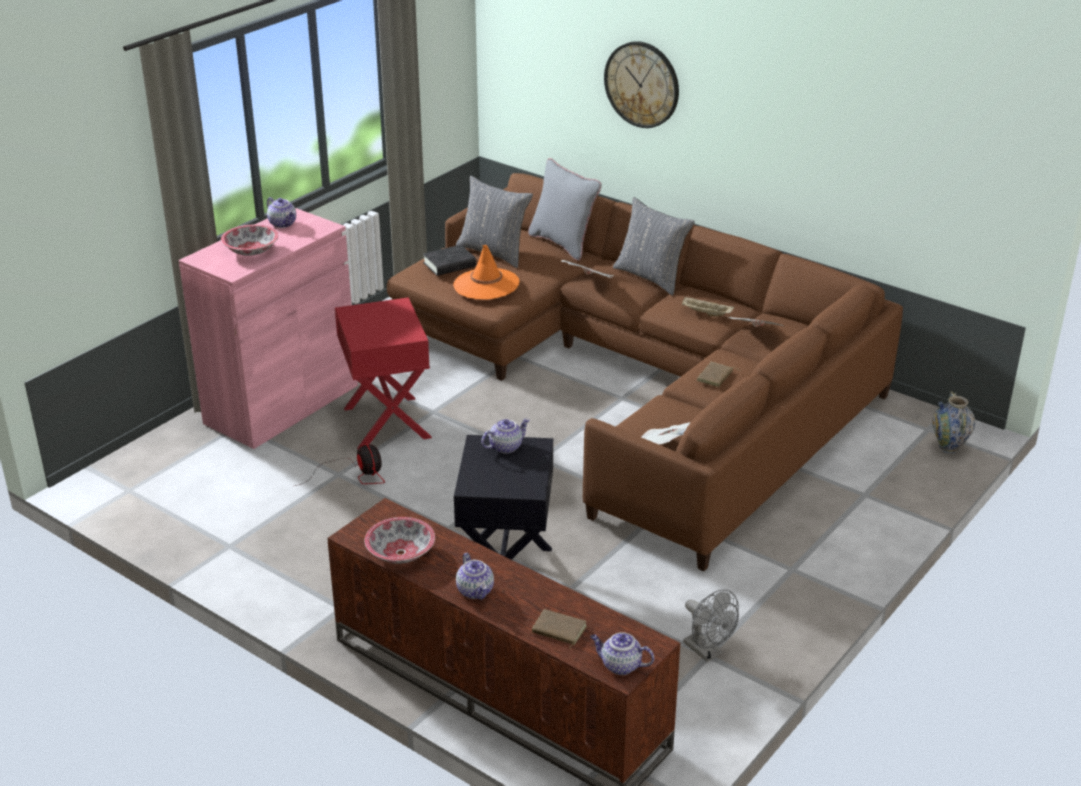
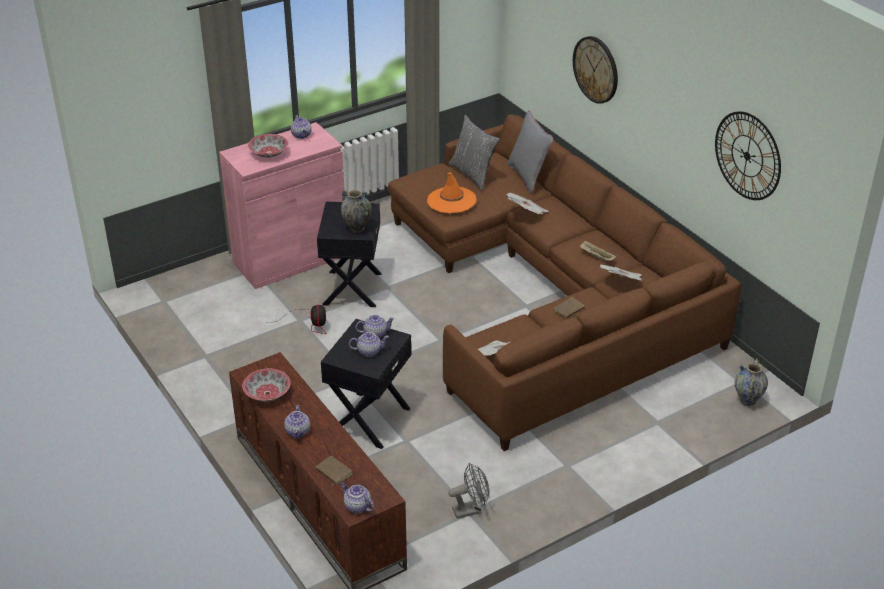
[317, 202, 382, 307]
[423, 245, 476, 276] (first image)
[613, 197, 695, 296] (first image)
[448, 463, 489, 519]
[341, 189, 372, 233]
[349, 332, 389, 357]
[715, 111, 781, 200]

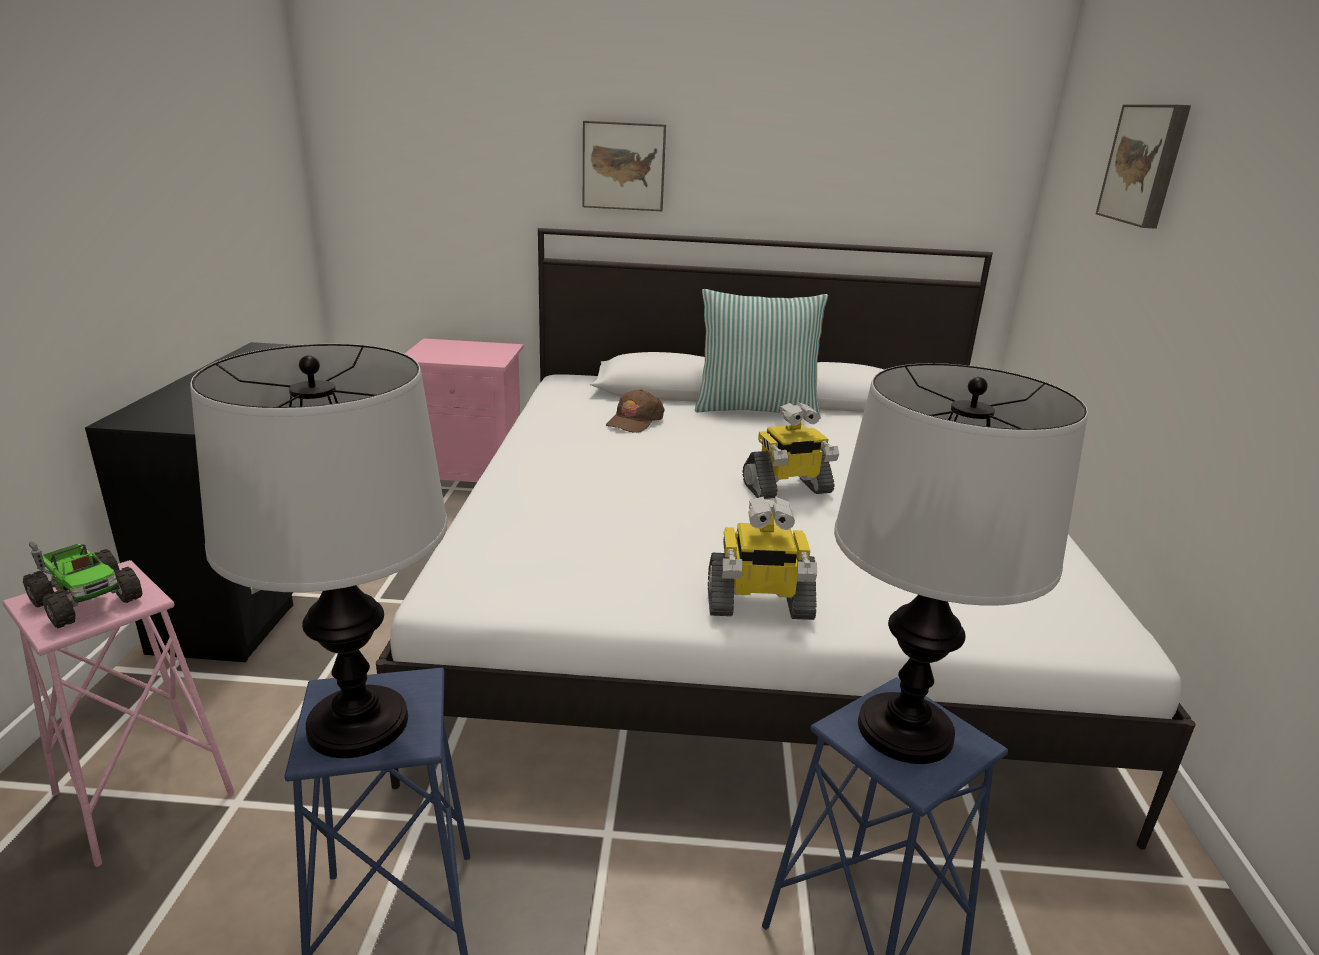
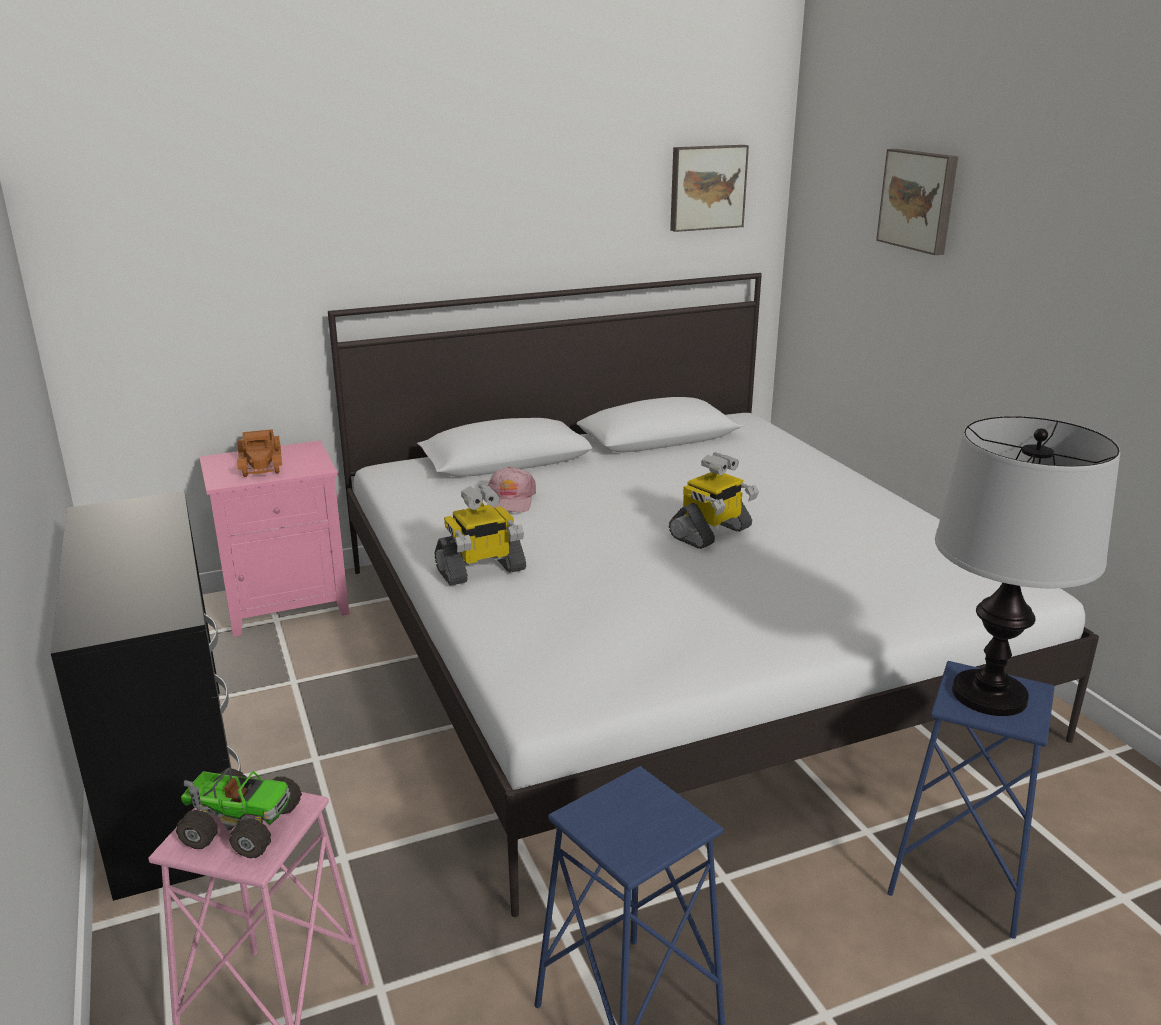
[190, 344, 447, 758] (first image)
[670, 145, 749, 232]
[487, 466, 536, 513]
[695, 289, 828, 418] (first image)
[435, 484, 526, 586]
[237, 429, 282, 477]

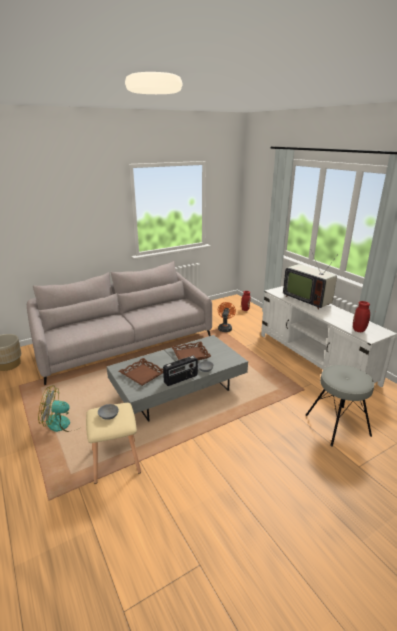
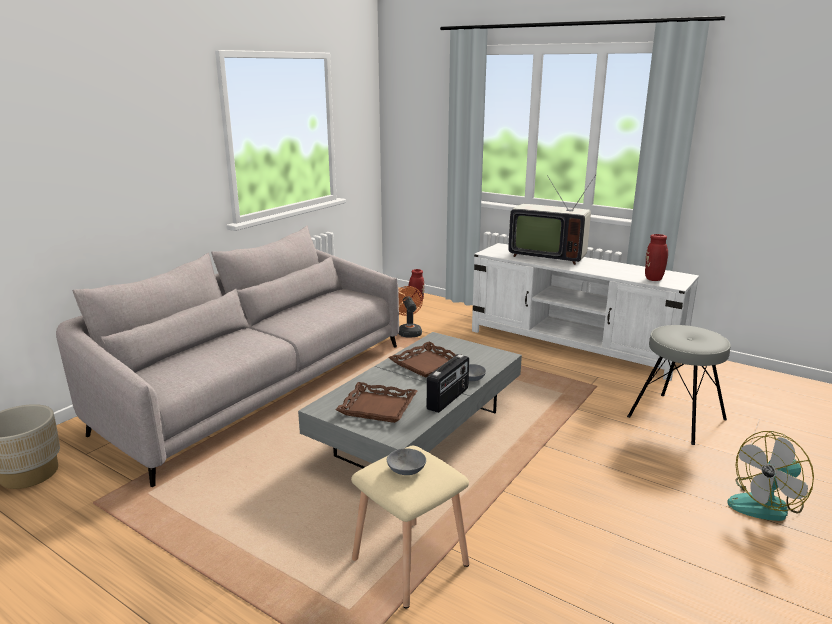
[727, 431, 814, 521]

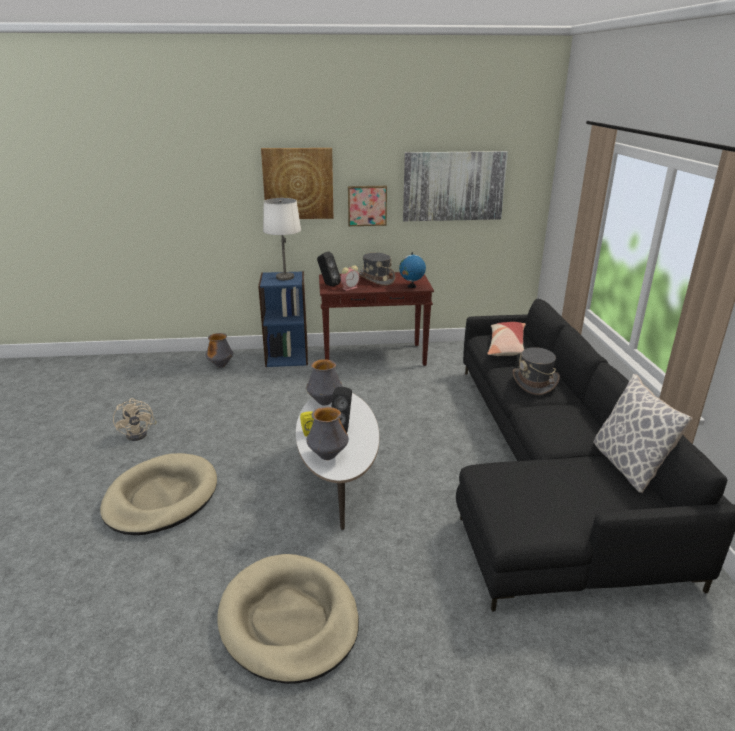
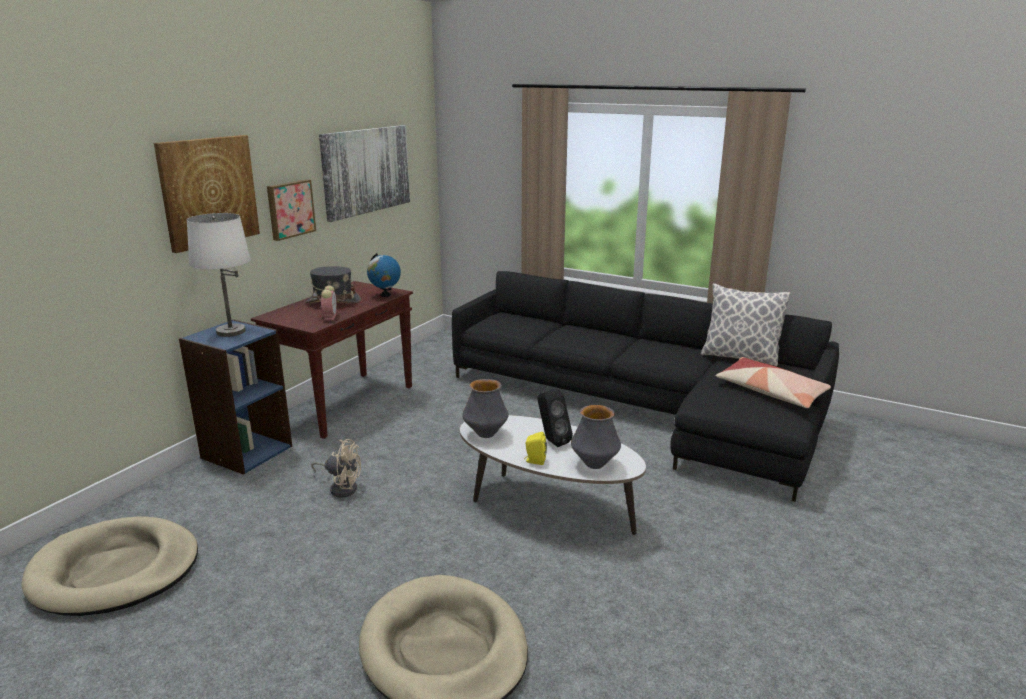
[312, 439, 361, 498]
[206, 333, 233, 368] (first image)
[21, 516, 198, 616]
[317, 252, 341, 286] (first image)
[716, 357, 831, 408]
[513, 347, 560, 395] (first image)

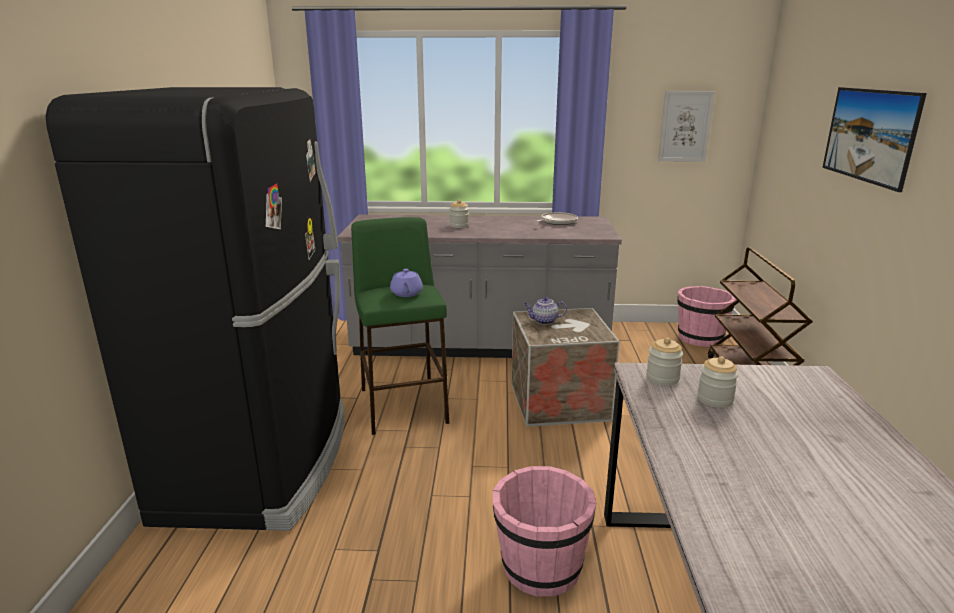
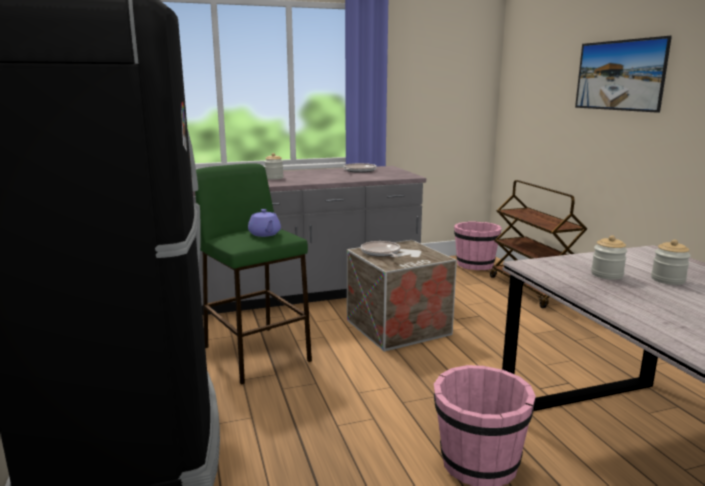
[361, 241, 400, 257]
[651, 240, 691, 285]
[658, 91, 715, 162] (first image)

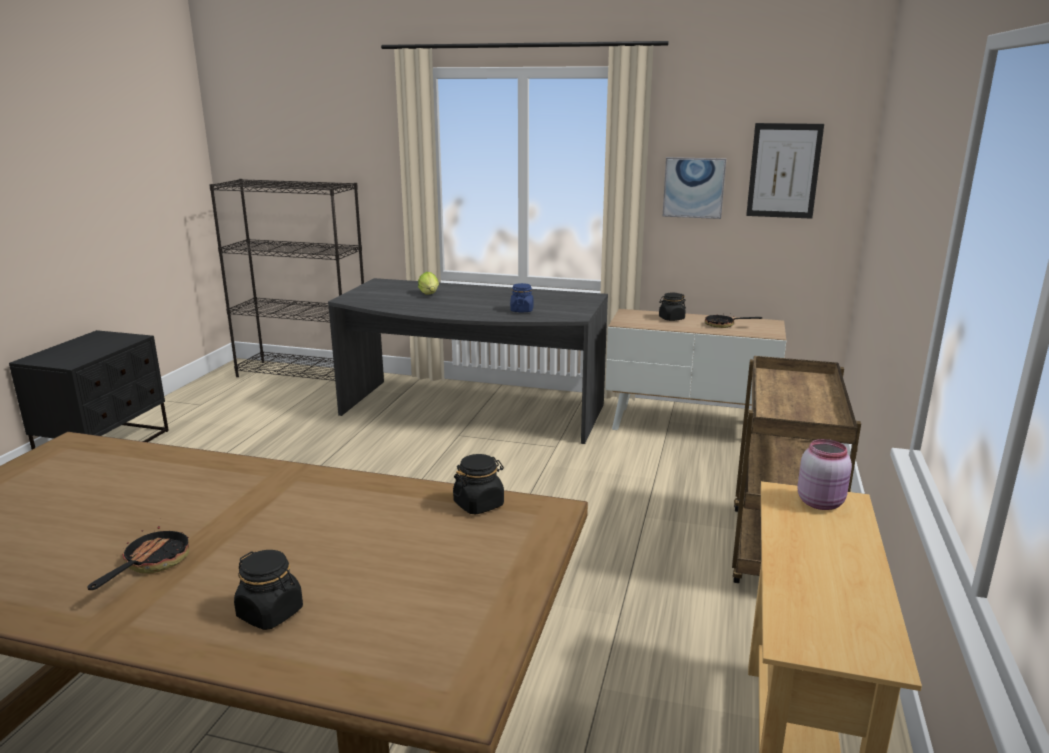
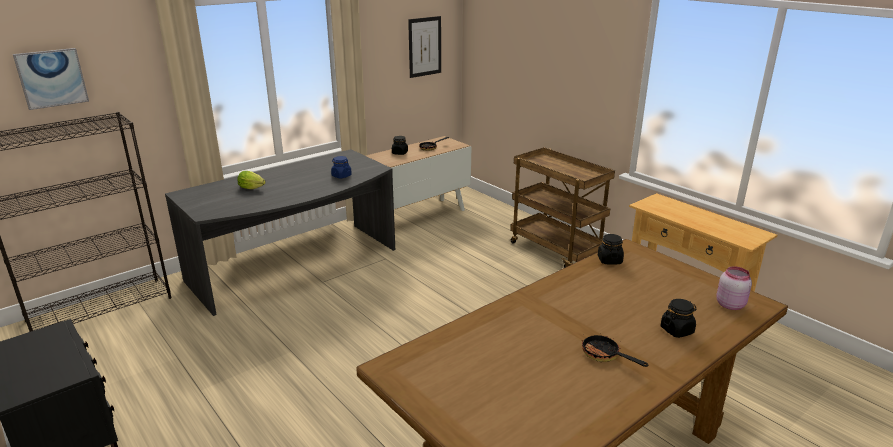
[13, 48, 89, 110]
[716, 266, 752, 310]

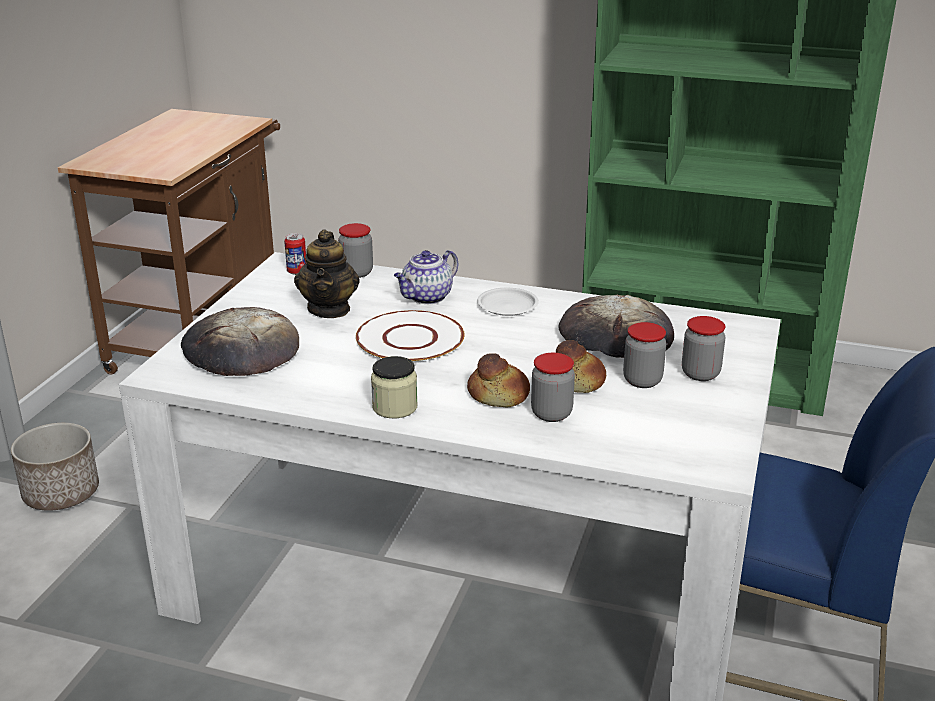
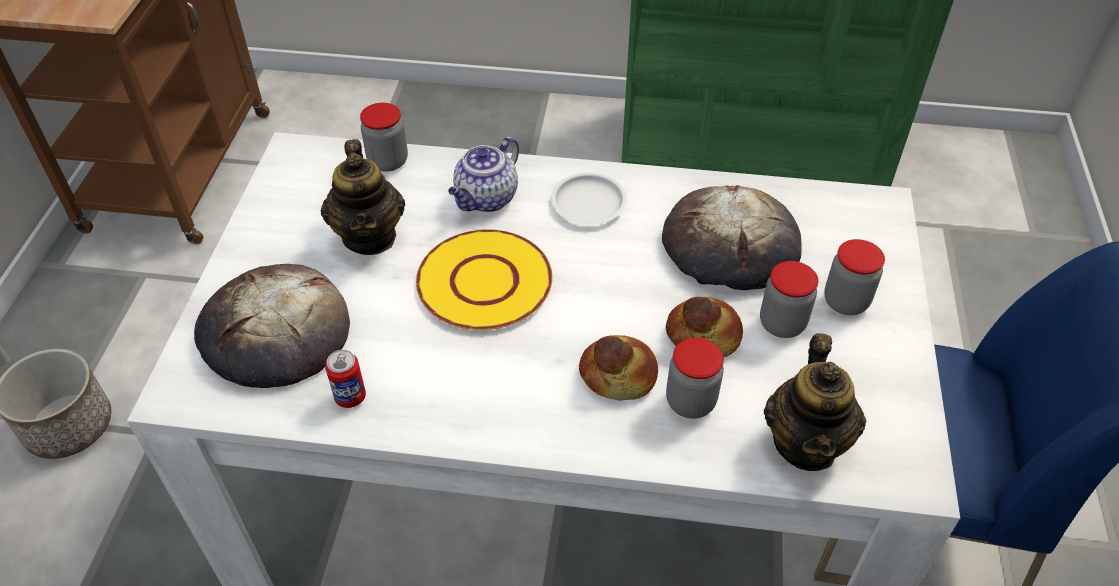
[325, 350, 366, 408]
[416, 229, 552, 330]
[371, 356, 418, 418] (first image)
[764, 333, 866, 471]

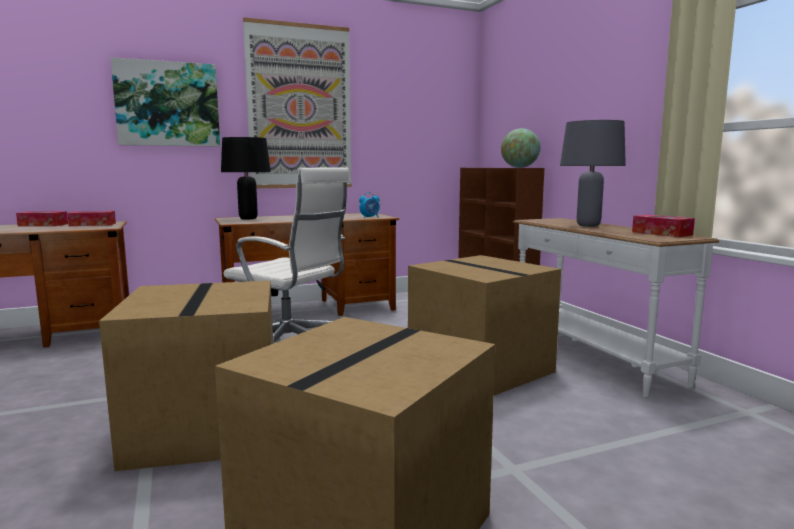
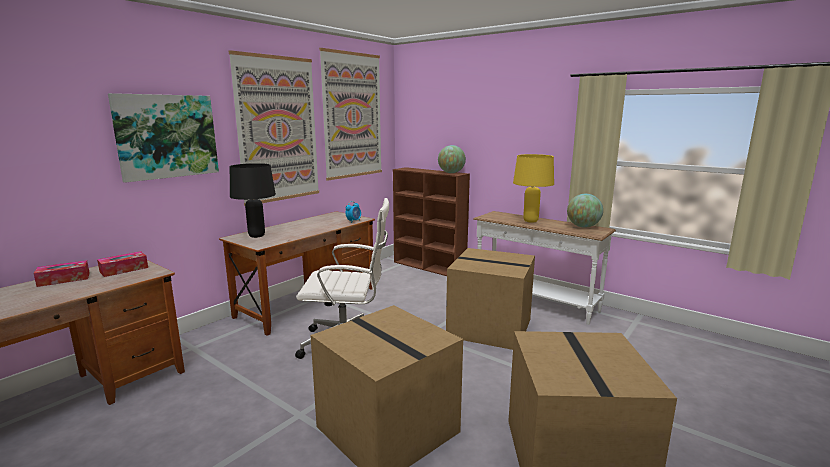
[513, 154, 554, 223]
[567, 194, 603, 228]
[319, 48, 382, 181]

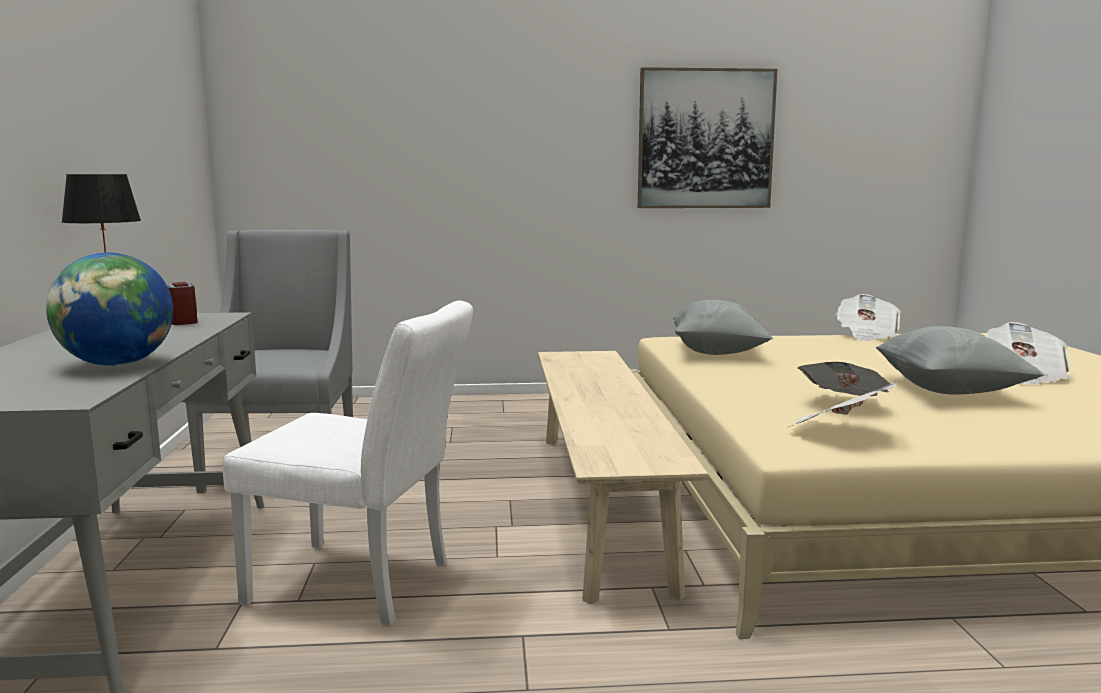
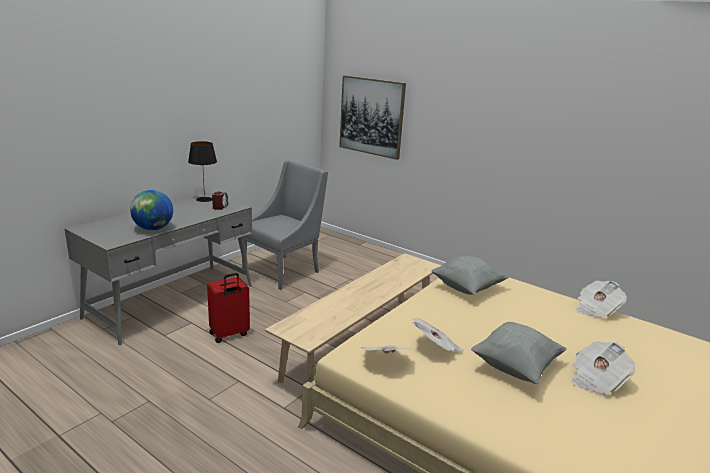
[207, 273, 250, 343]
[339, 76, 406, 160]

